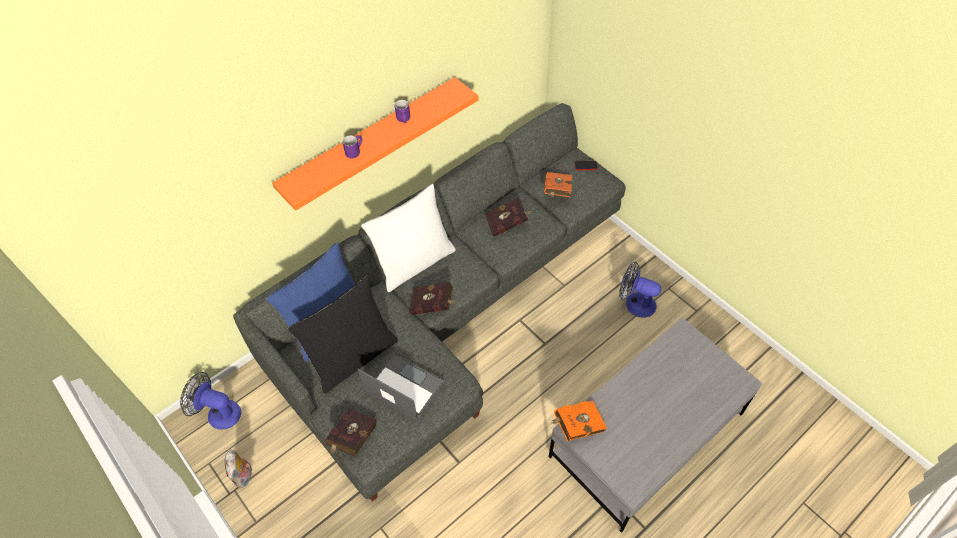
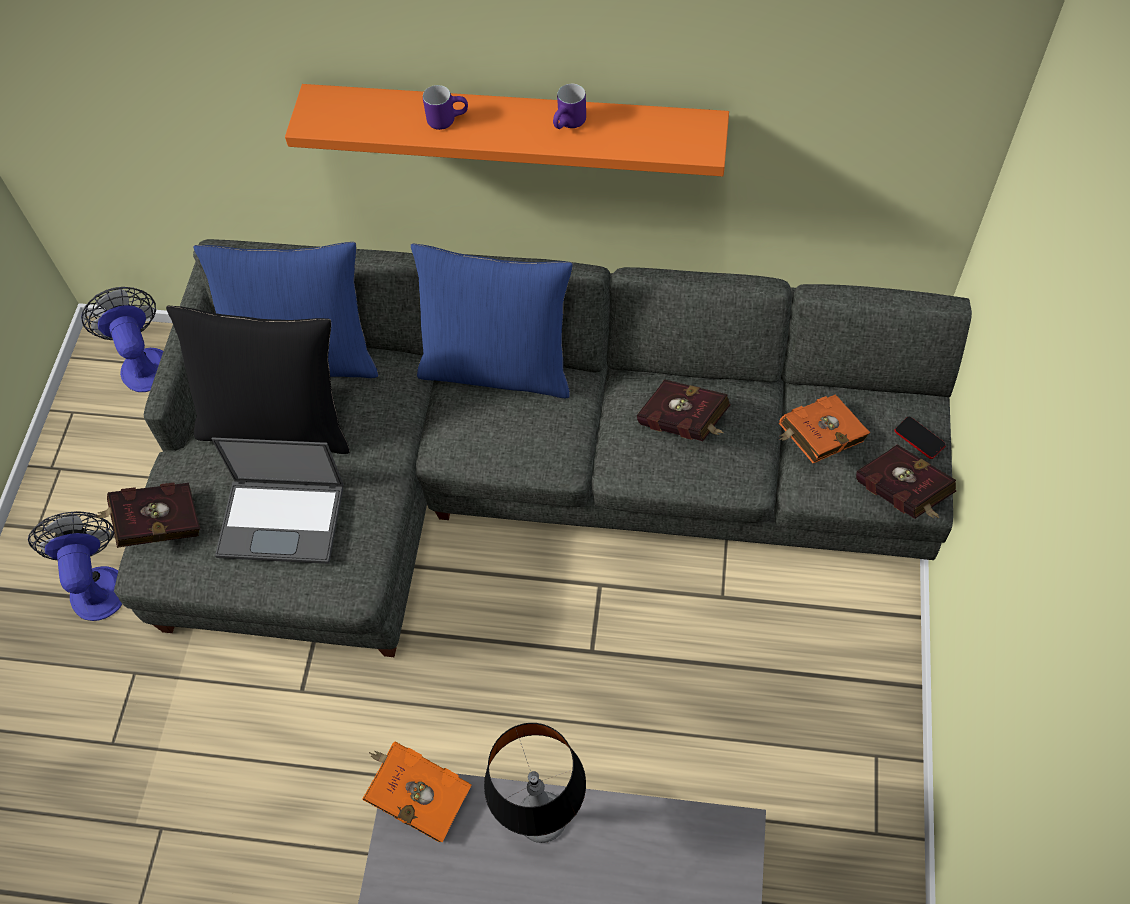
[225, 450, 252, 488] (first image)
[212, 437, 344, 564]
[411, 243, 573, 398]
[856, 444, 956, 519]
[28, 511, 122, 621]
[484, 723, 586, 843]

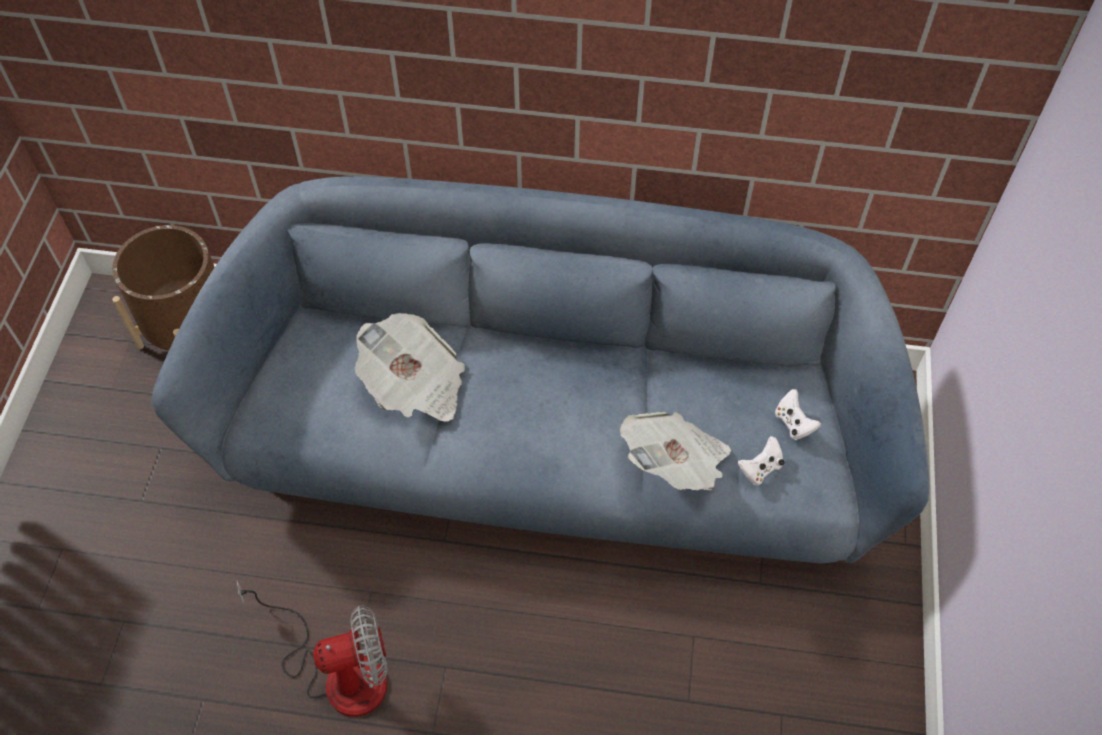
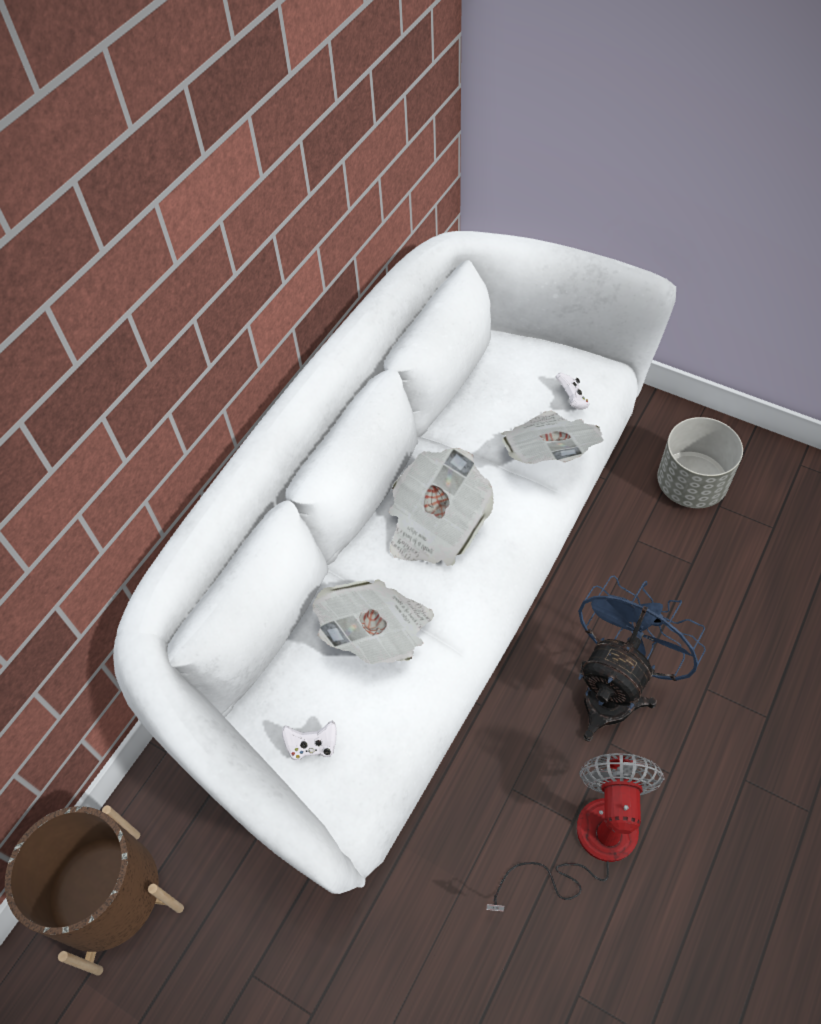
[113, 231, 676, 894]
[282, 720, 337, 760]
[389, 448, 494, 566]
[578, 576, 706, 742]
[657, 417, 743, 508]

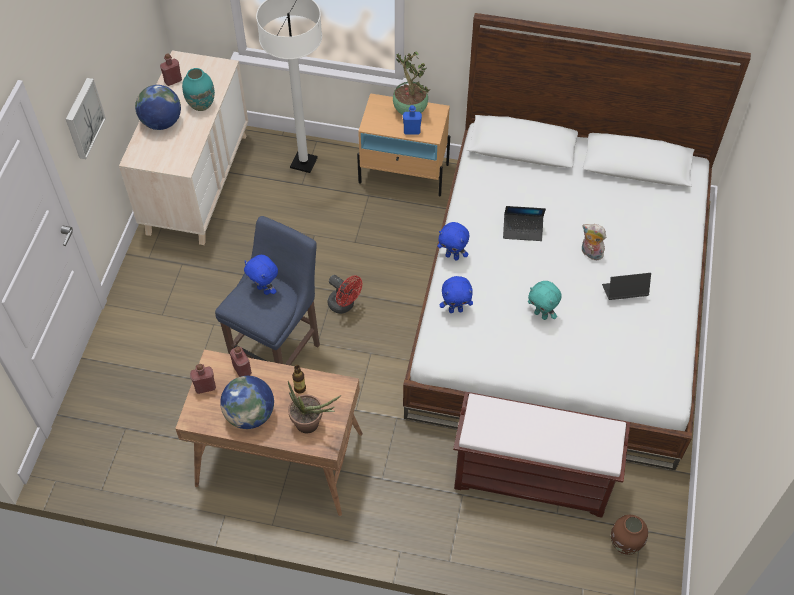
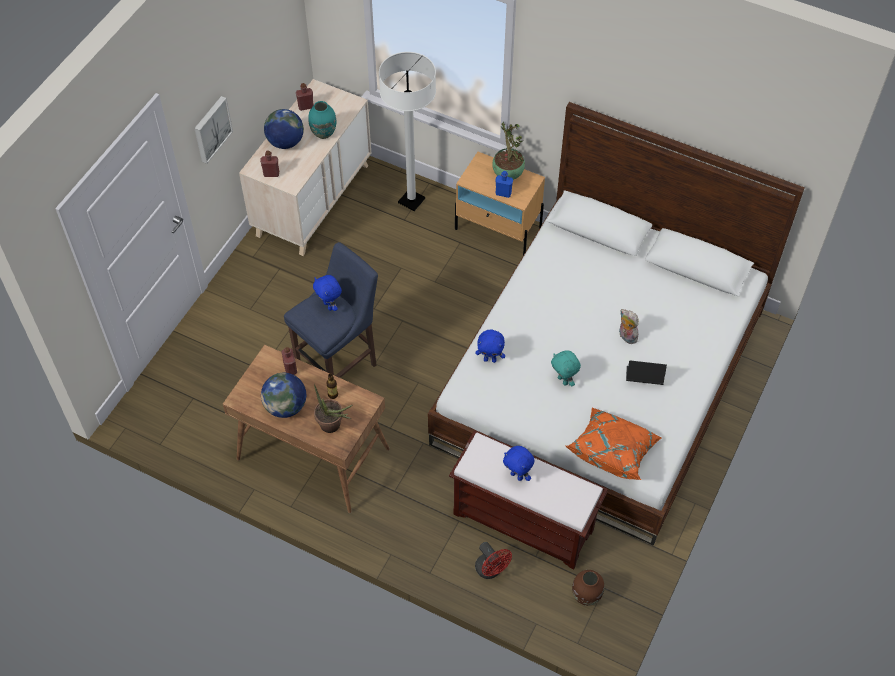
[260, 151, 279, 177]
[475, 542, 512, 579]
[503, 446, 534, 481]
[503, 206, 546, 241] (first image)
[565, 408, 662, 480]

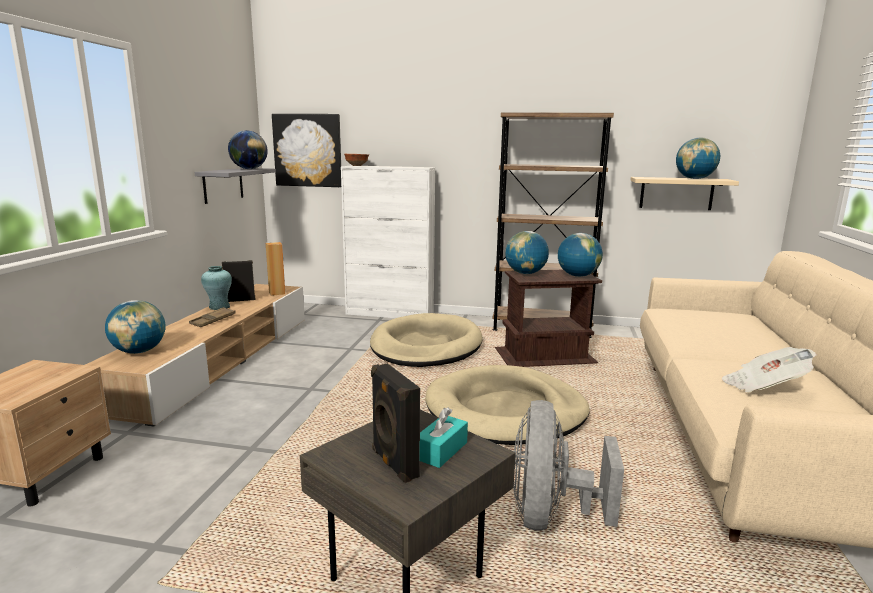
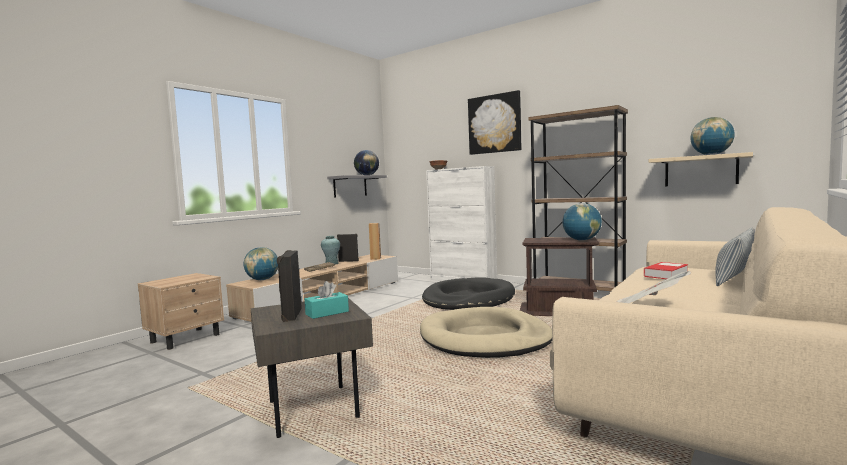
[468, 90, 521, 155]
[422, 277, 515, 310]
[505, 231, 549, 274] (first image)
[513, 400, 624, 531] (first image)
[644, 262, 688, 279]
[715, 227, 754, 286]

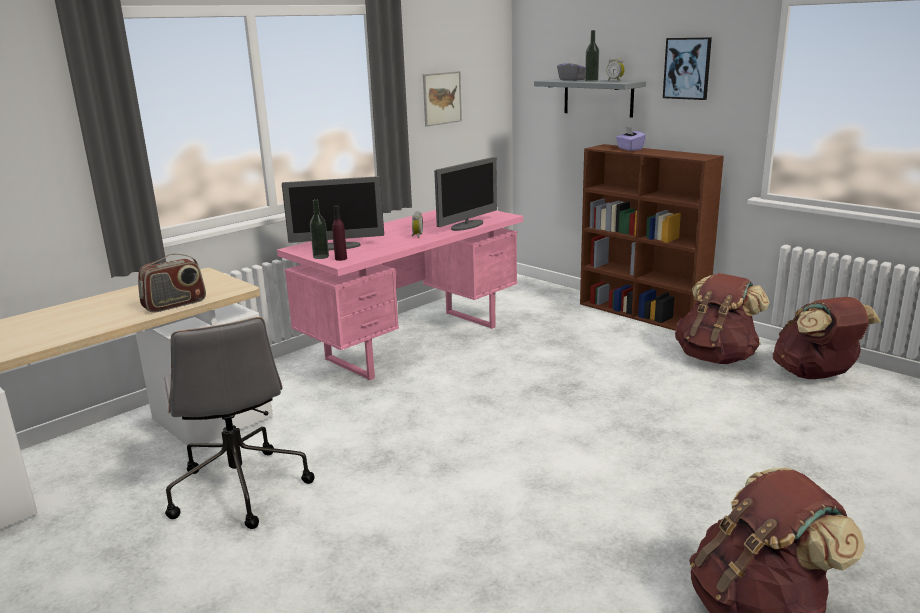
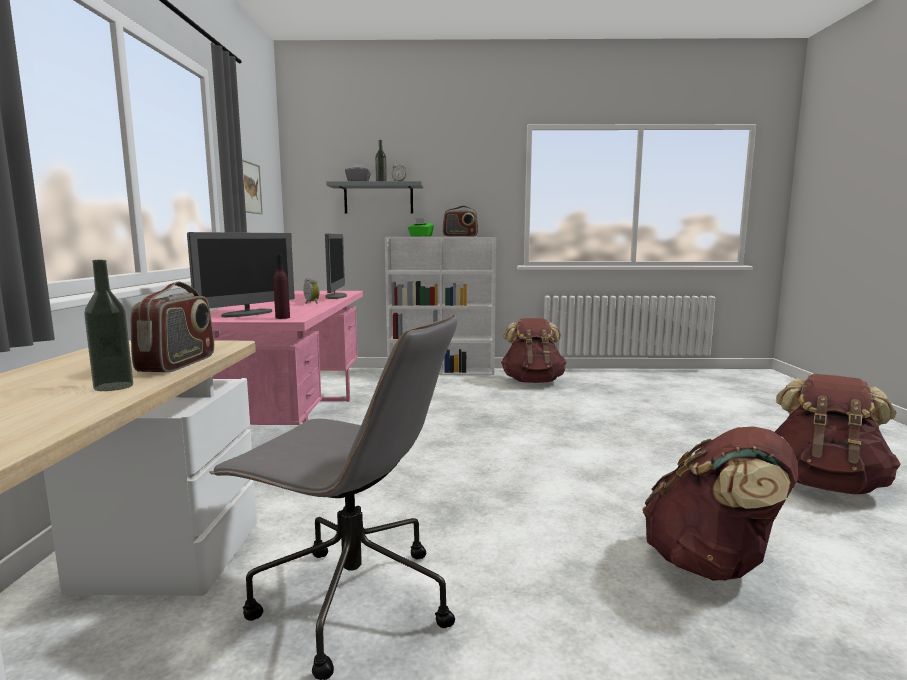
[84, 260, 133, 391]
[385, 237, 496, 375]
[408, 218, 434, 237]
[663, 37, 712, 100] (first image)
[642, 426, 798, 581]
[443, 206, 478, 237]

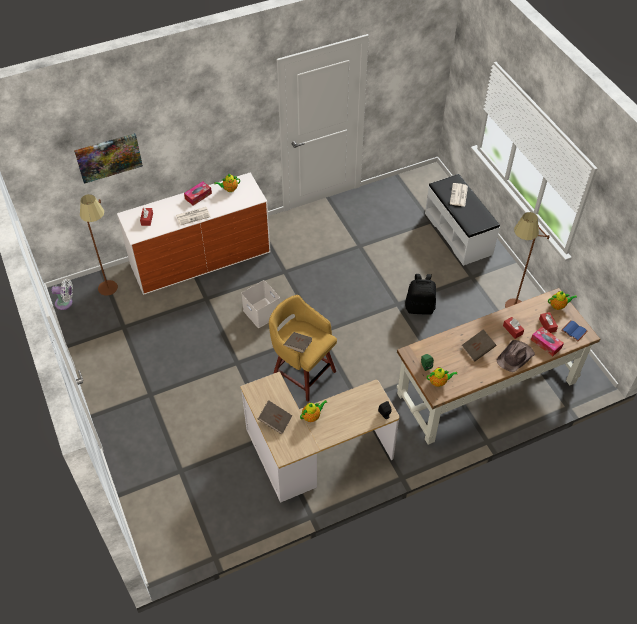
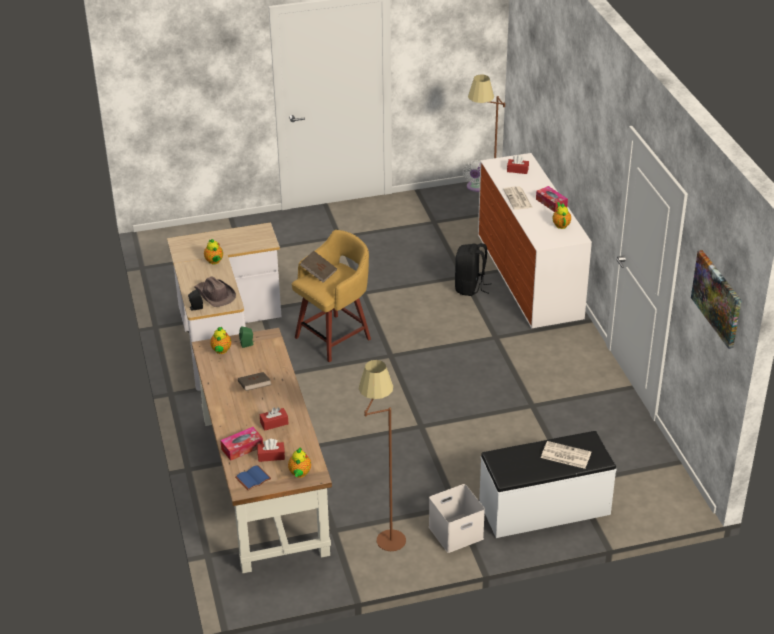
[691, 250, 742, 349]
[429, 484, 485, 553]
[258, 400, 292, 435] (first image)
[455, 243, 492, 296]
[195, 276, 236, 307]

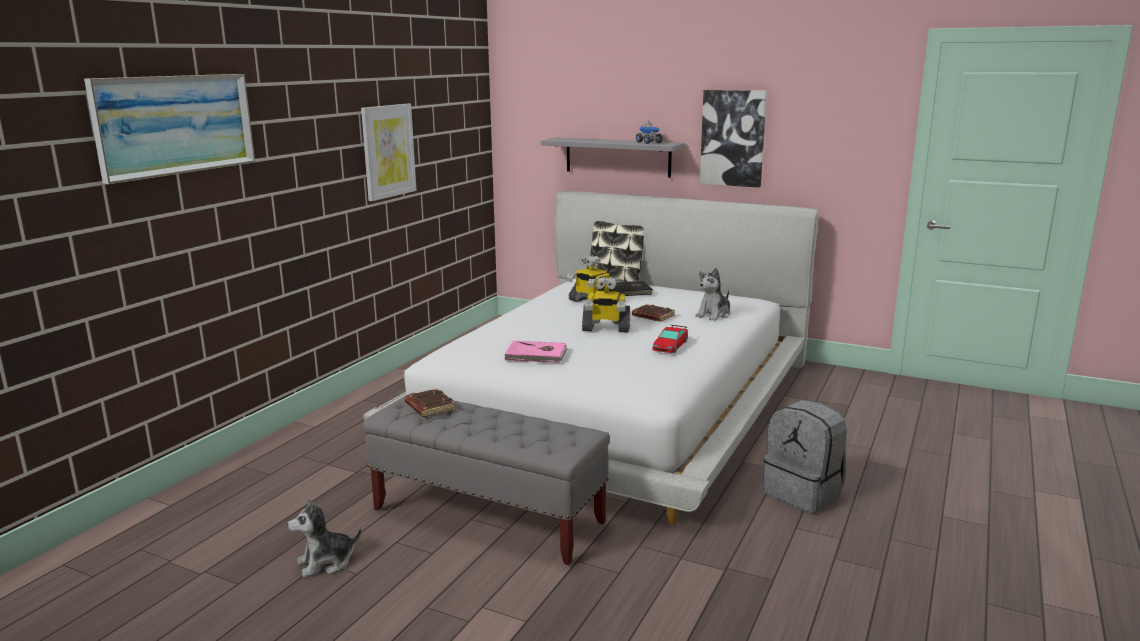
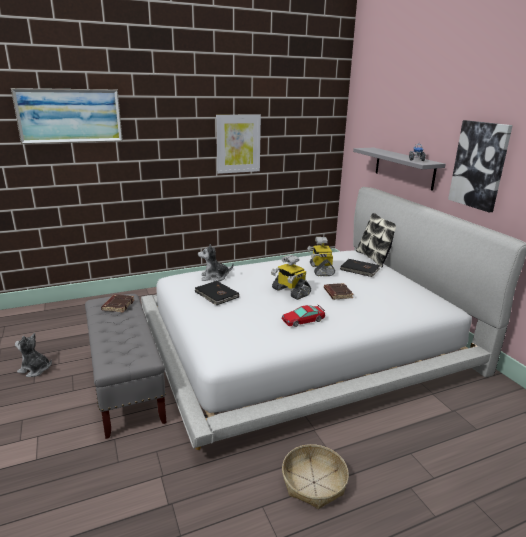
[194, 281, 239, 305]
[198, 244, 233, 281]
[282, 444, 349, 509]

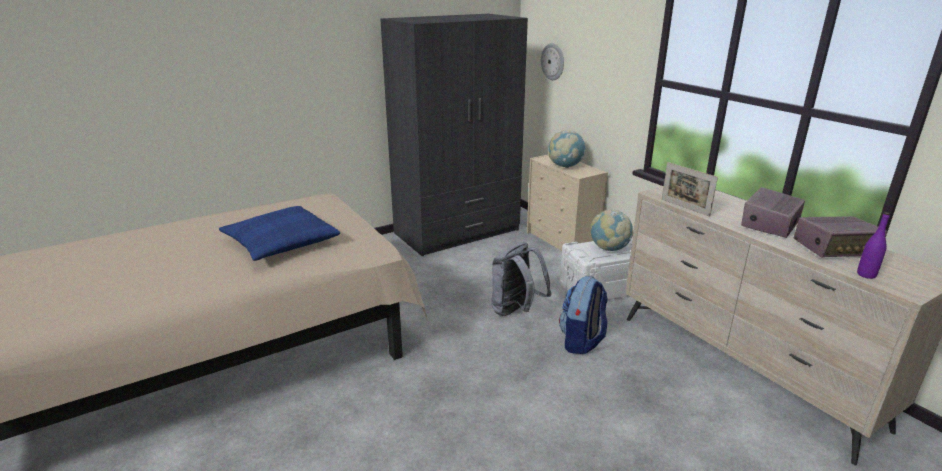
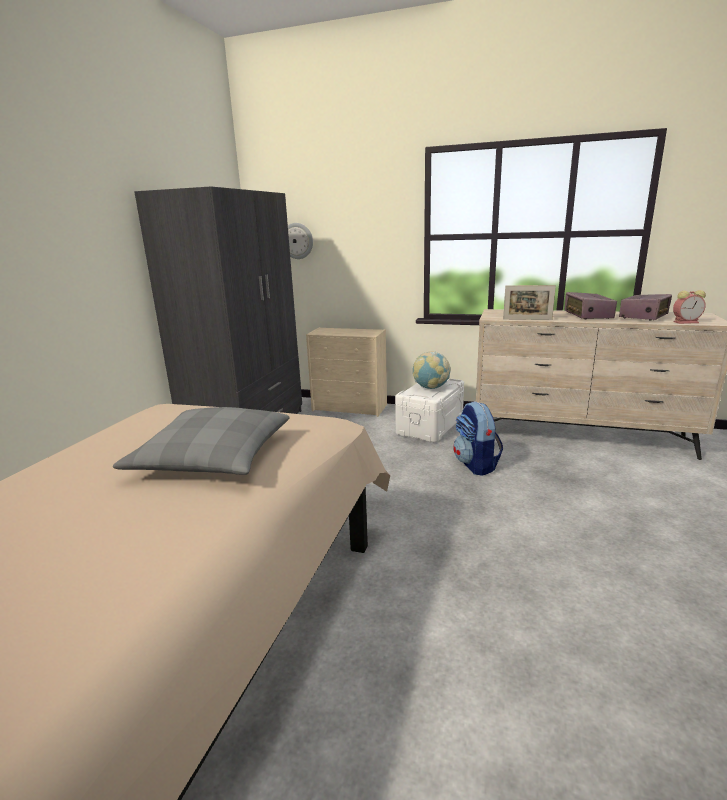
[113, 407, 290, 475]
[491, 242, 552, 316] (first image)
[548, 130, 585, 168] (first image)
[673, 290, 706, 324]

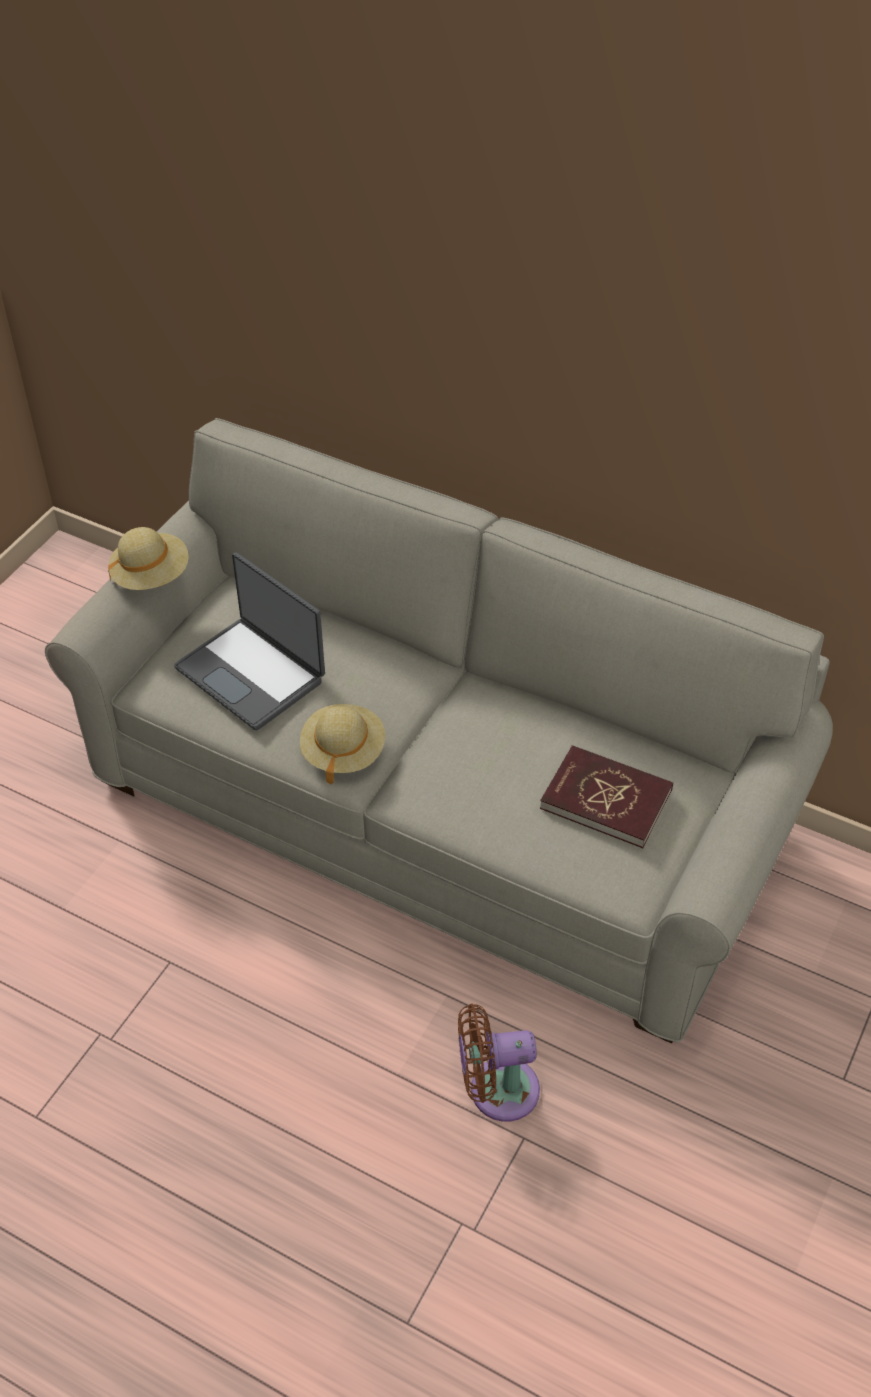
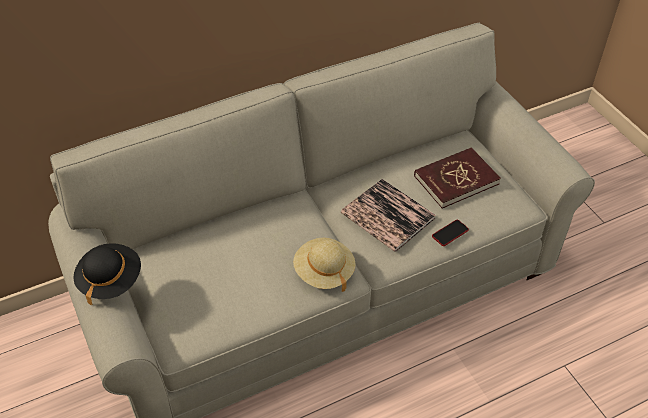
[73, 243, 141, 306]
[174, 552, 325, 731] (first image)
[458, 1004, 540, 1122] (first image)
[341, 179, 436, 252]
[432, 220, 469, 246]

